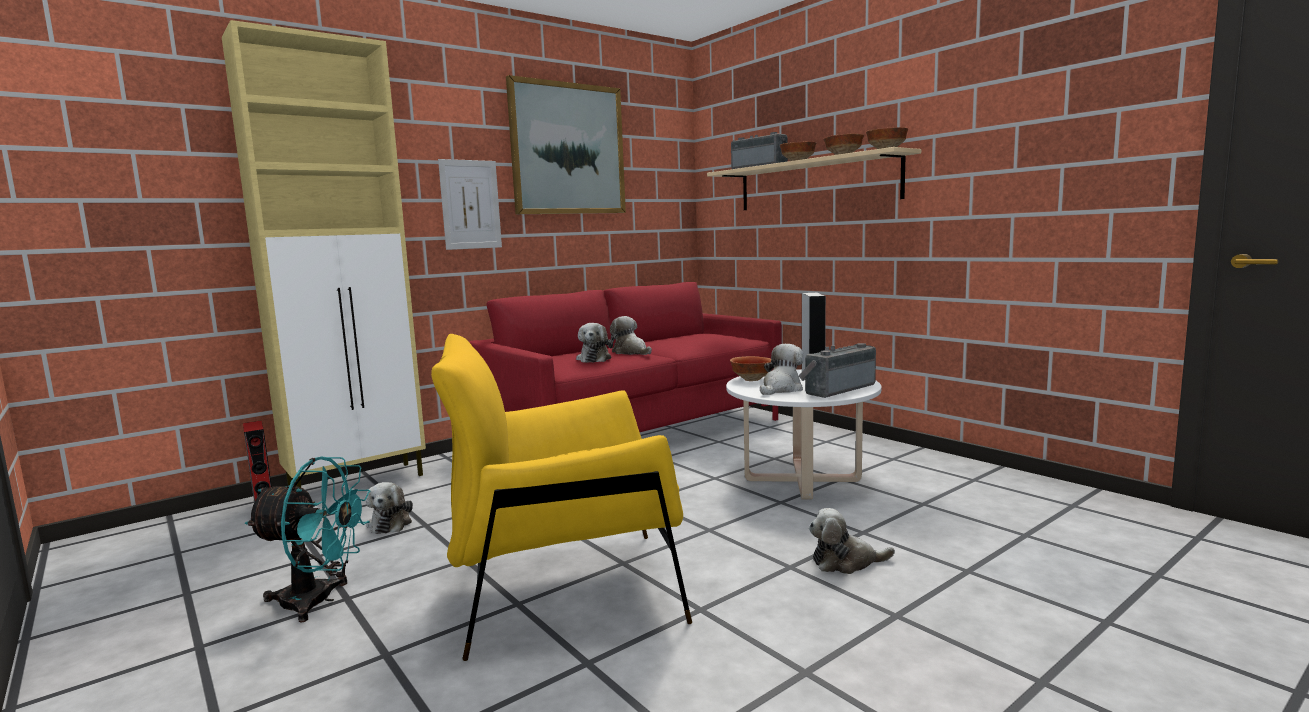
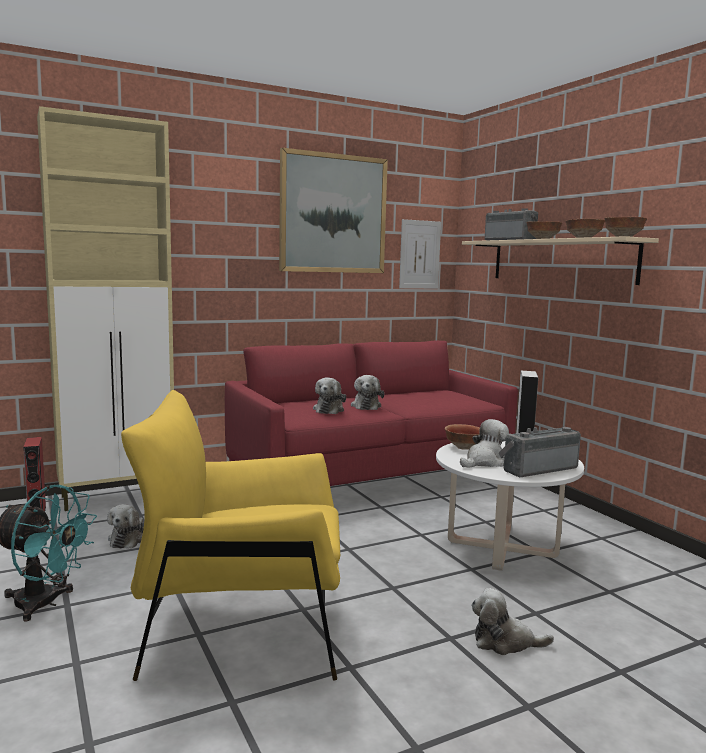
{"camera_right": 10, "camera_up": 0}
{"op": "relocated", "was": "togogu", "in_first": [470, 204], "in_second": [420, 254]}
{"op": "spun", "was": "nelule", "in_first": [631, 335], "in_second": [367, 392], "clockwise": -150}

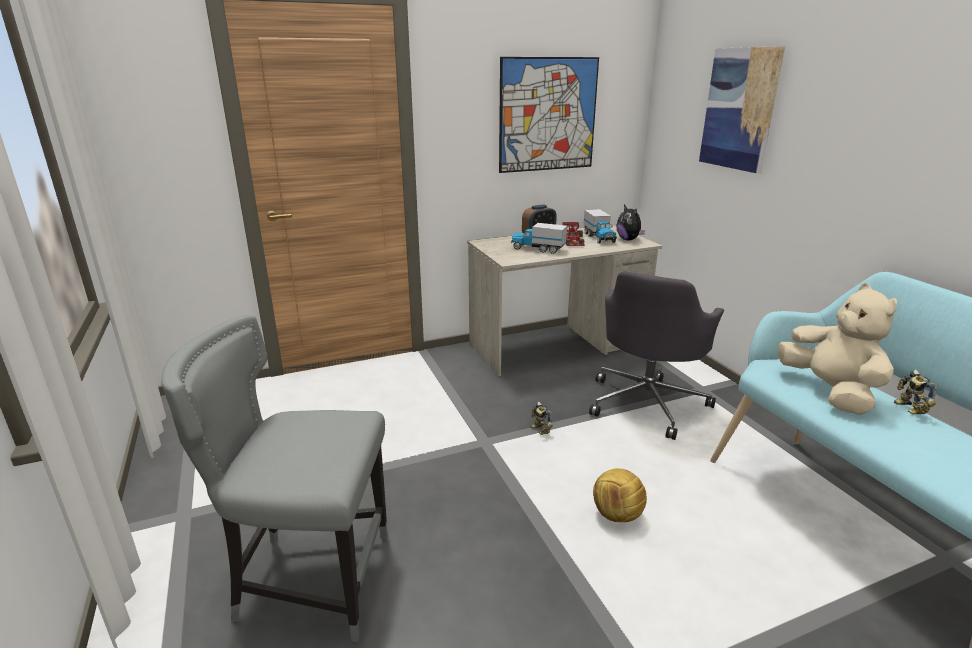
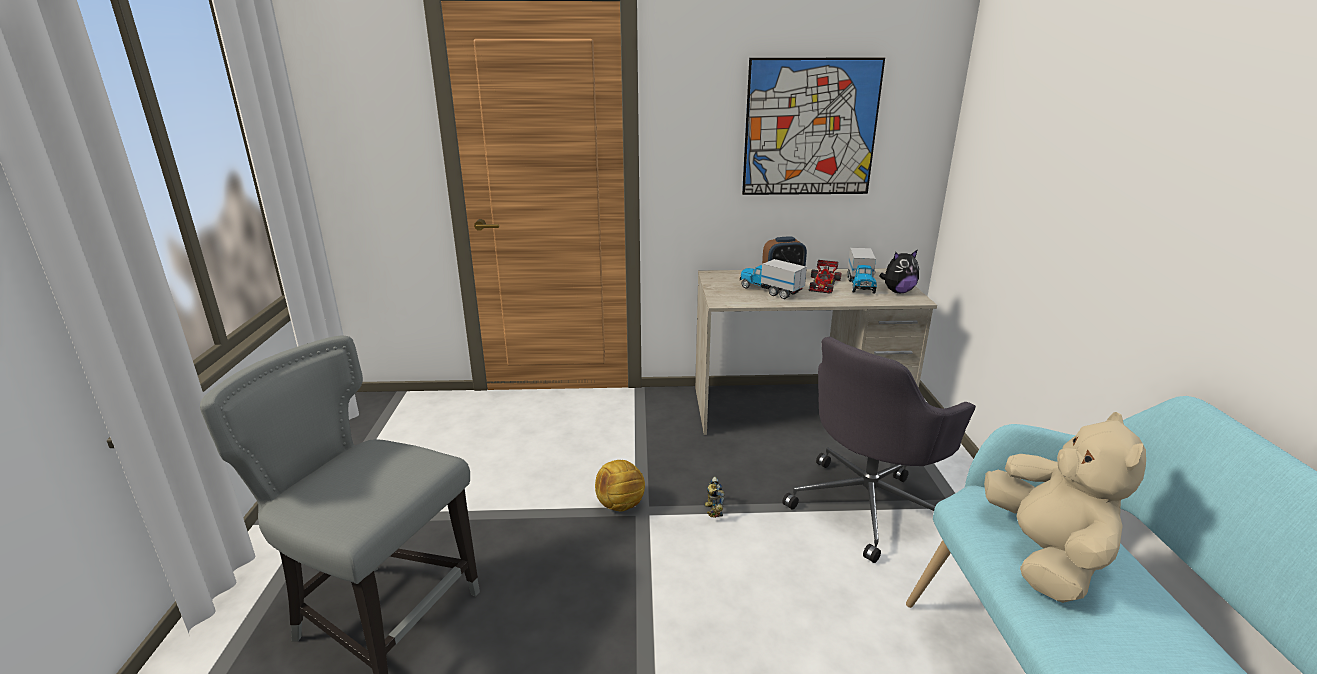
{"camera_right": 20, "camera_up": 0}
{"op": "relocated", "was": "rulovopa", "in_first": [620, 495], "in_second": [620, 486]}
{"op": "spun", "was": "nelule", "in_first": [630, 222], "in_second": [899, 271], "clockwise": -105}
{"op": "missing", "was": "togogu", "in_first": [742, 110]}
{"op": "missing", "was": "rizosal", "in_first": [916, 391]}

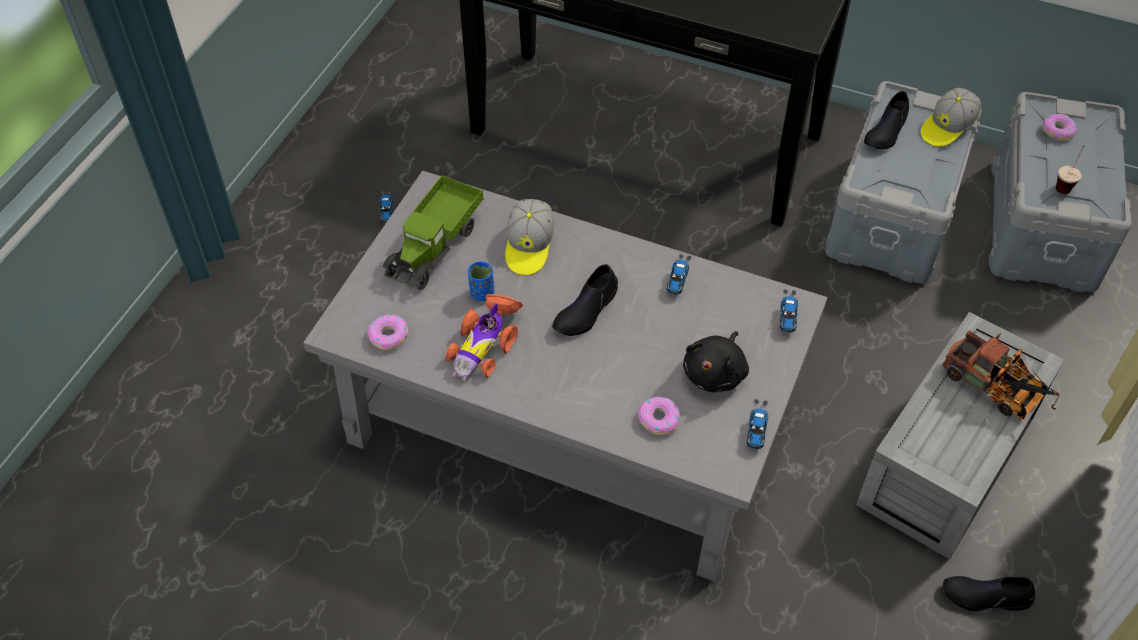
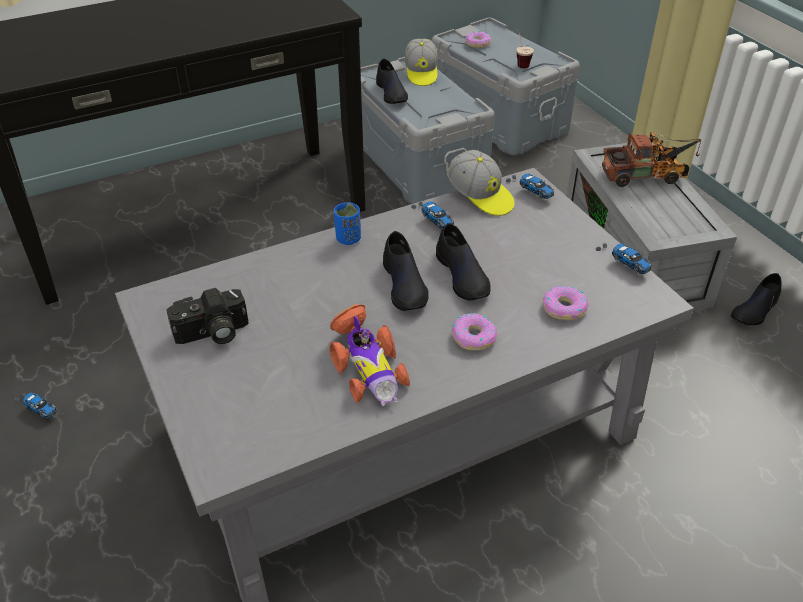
{"camera_right": -50, "camera_up": -10}
{"op": "relocated", "was": "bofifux", "in_first": [387, 332], "in_second": [474, 332]}
{"op": "exchanged", "was": "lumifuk", "now": "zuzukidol", "in_first": [433, 232], "in_second": [207, 316]}
{"op": "relocated", "was": "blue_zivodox", "in_first": [481, 281], "in_second": [347, 223]}
{"op": "relocated", "was": "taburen", "in_first": [530, 237], "in_second": [480, 183]}
{"op": "missing", "was": "black_nelule", "in_first": [716, 361]}
{"op": "appeared", "now": "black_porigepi", "in_second": [463, 261]}

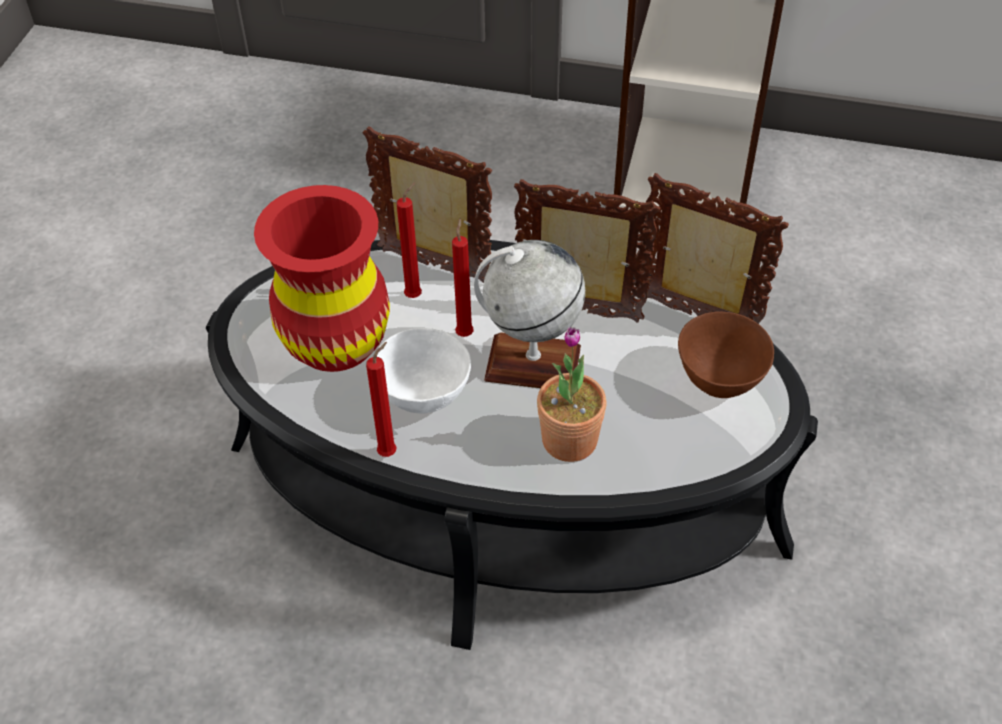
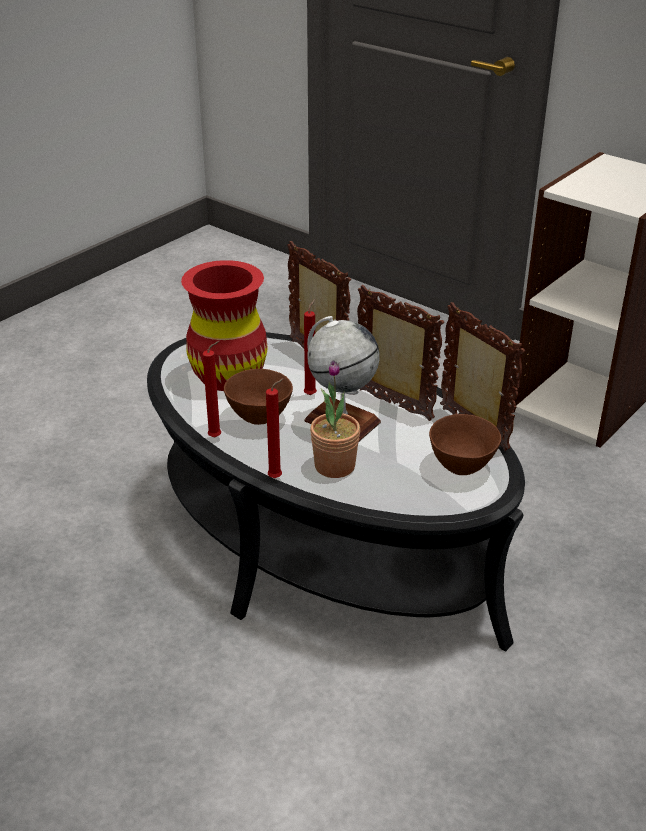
{"camera_right": 25, "camera_up": -15}
{"op": "colour", "was": "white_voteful", "now": "brown_voteful", "in_first": [424, 371], "in_second": [258, 397]}
{"op": "relocated", "was": "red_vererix", "in_first": [409, 240], "in_second": [275, 428]}

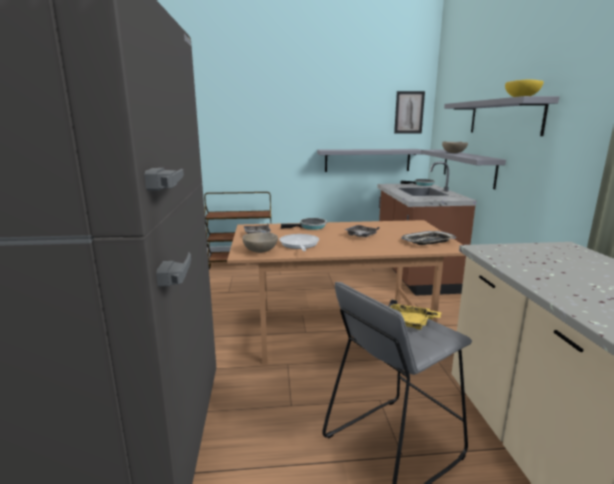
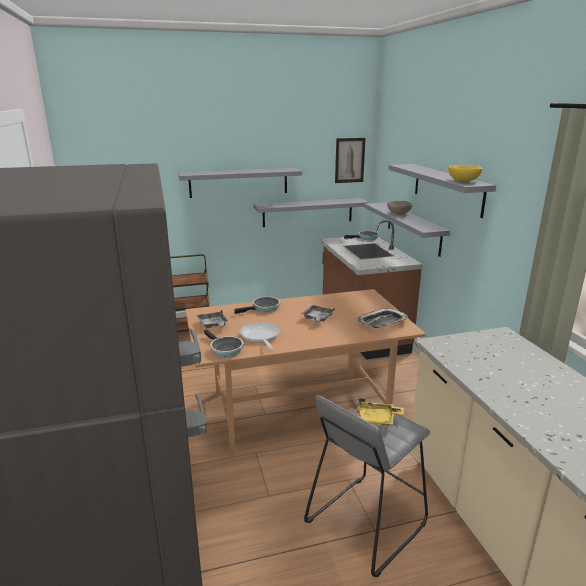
{"camera_right": -10, "camera_up": 5}
{"op": "exchanged", "was": "beige_voteful", "now": "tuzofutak", "in_first": [260, 242], "in_second": [224, 343]}
{"op": "appeared", "now": "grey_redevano", "in_second": [240, 183]}

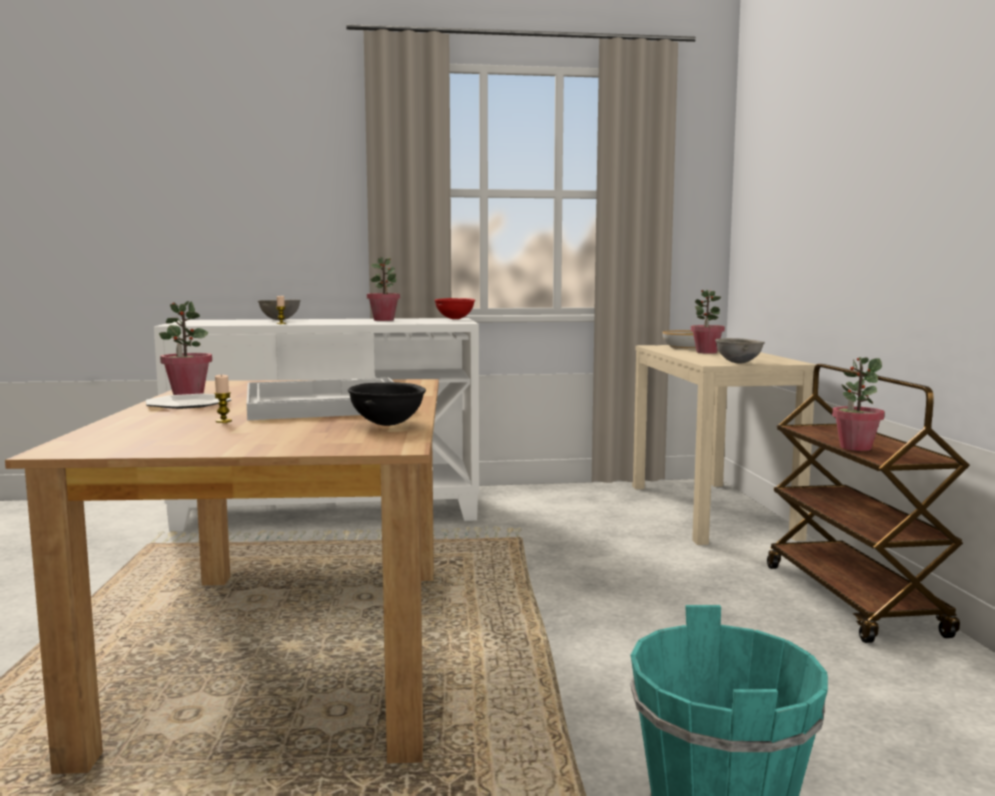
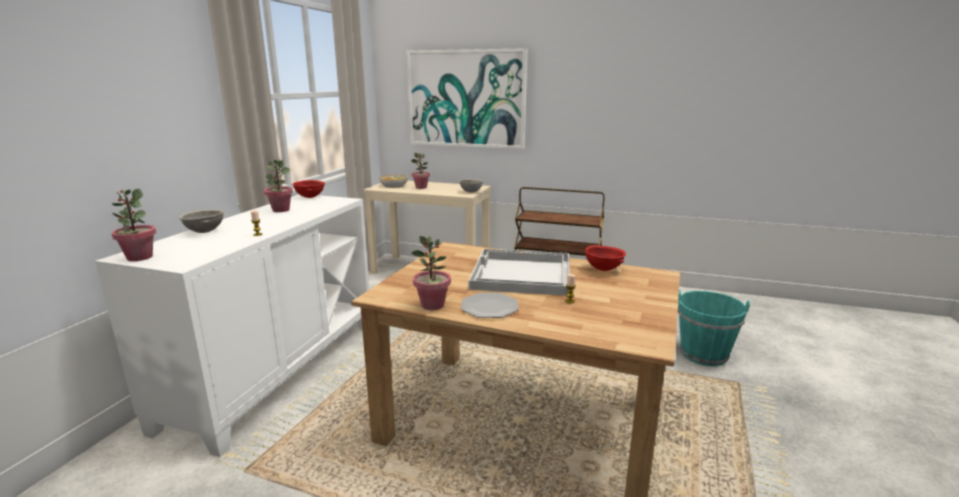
{"camera_right": -65, "camera_up": 10}
{"op": "colour", "was": "black_voteful", "now": "red_voteful", "in_first": [387, 404], "in_second": [605, 258]}
{"op": "relocated", "was": "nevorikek", "in_first": [858, 404], "in_second": [133, 225]}
{"op": "appeared", "now": "togogu", "in_second": [466, 98]}

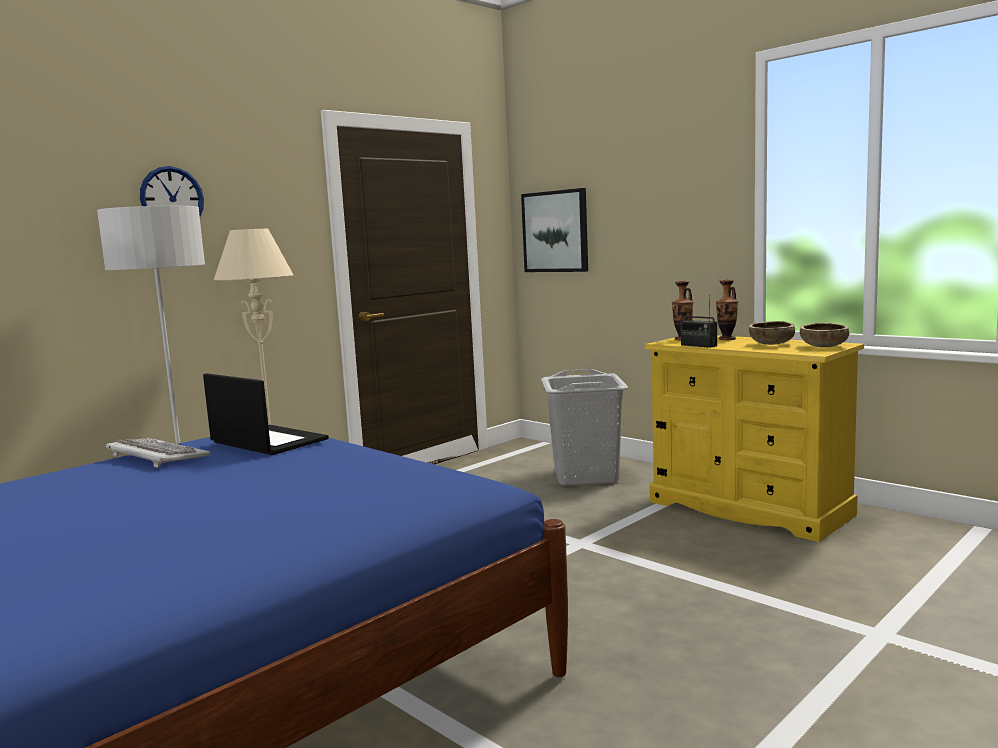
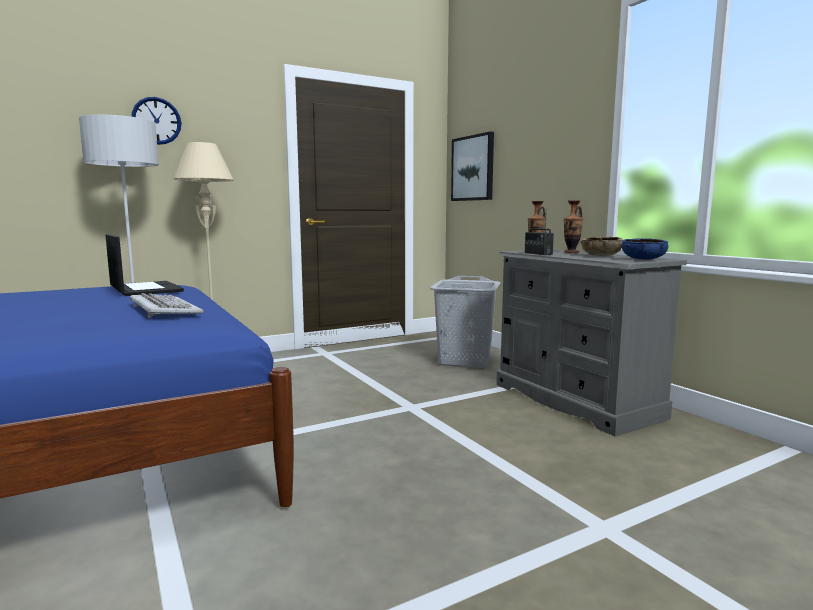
{"camera_right": 15, "camera_up": 0}
{"op": "relocated", "was": "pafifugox", "in_first": [158, 453], "in_second": [167, 305]}
{"op": "colour", "was": "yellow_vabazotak", "now": "grey_vabazotak", "in_first": [754, 438], "in_second": [591, 342]}
{"op": "colour", "was": "brown_voteful", "now": "blue_voteful", "in_first": [824, 335], "in_second": [645, 249]}

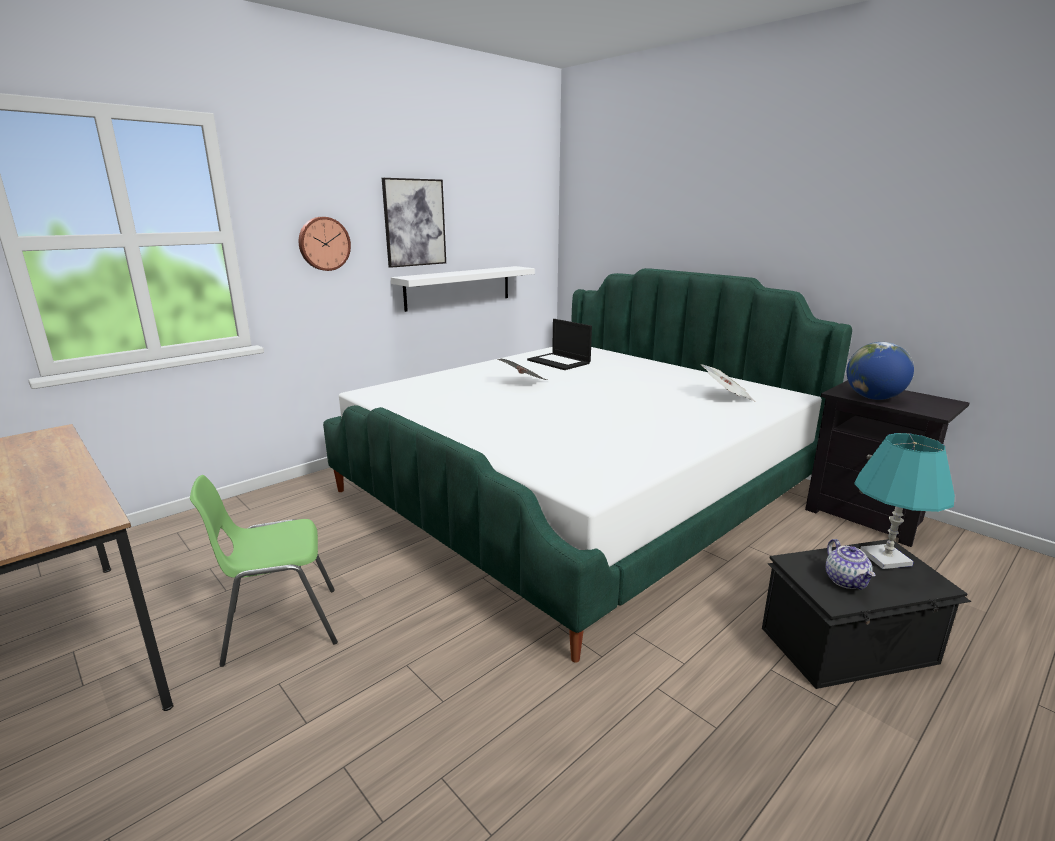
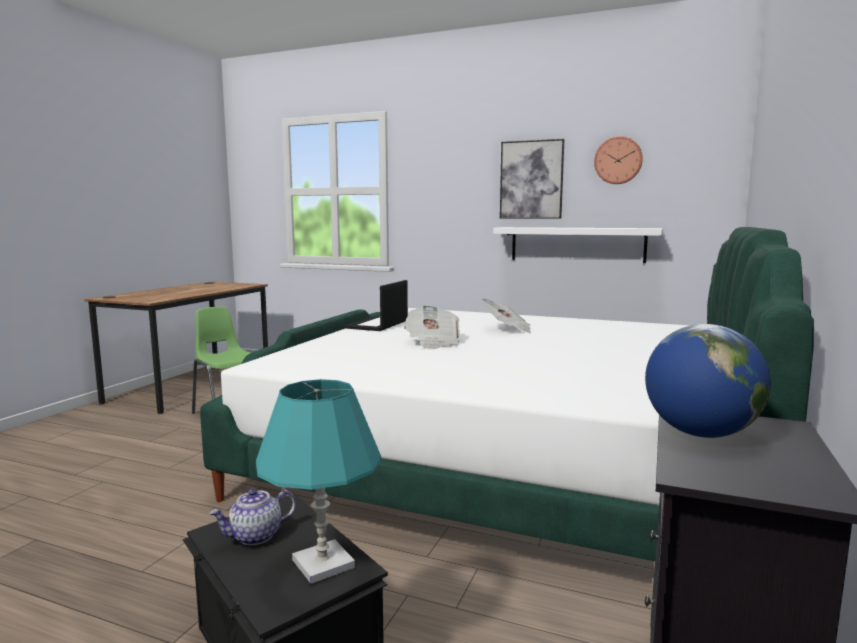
{"camera_right": 65, "camera_up": -10}
{"op": "relocated", "was": "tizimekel", "in_first": [325, 244], "in_second": [618, 160]}
{"op": "relocated", "was": "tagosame", "in_first": [559, 344], "in_second": [375, 305]}
{"op": "relocated", "was": "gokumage", "in_first": [728, 383], "in_second": [432, 327]}

